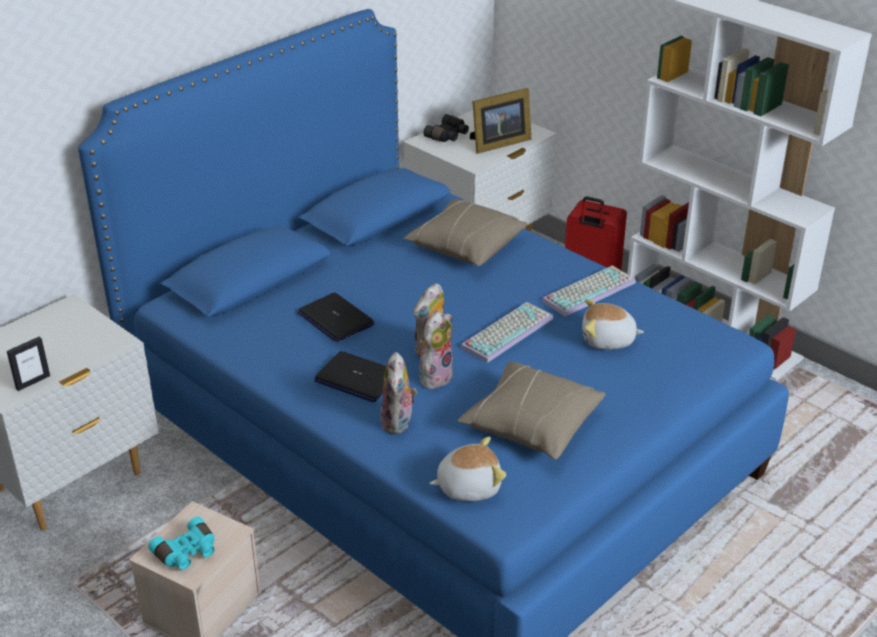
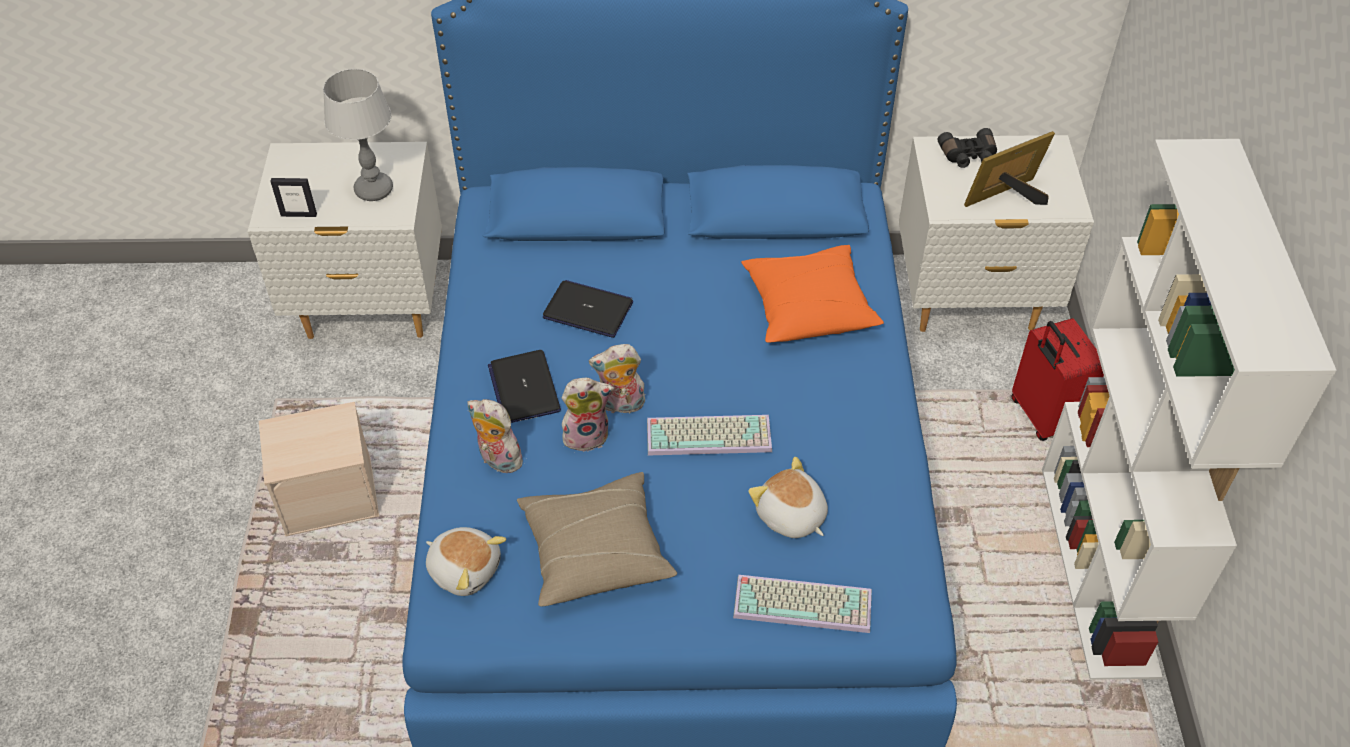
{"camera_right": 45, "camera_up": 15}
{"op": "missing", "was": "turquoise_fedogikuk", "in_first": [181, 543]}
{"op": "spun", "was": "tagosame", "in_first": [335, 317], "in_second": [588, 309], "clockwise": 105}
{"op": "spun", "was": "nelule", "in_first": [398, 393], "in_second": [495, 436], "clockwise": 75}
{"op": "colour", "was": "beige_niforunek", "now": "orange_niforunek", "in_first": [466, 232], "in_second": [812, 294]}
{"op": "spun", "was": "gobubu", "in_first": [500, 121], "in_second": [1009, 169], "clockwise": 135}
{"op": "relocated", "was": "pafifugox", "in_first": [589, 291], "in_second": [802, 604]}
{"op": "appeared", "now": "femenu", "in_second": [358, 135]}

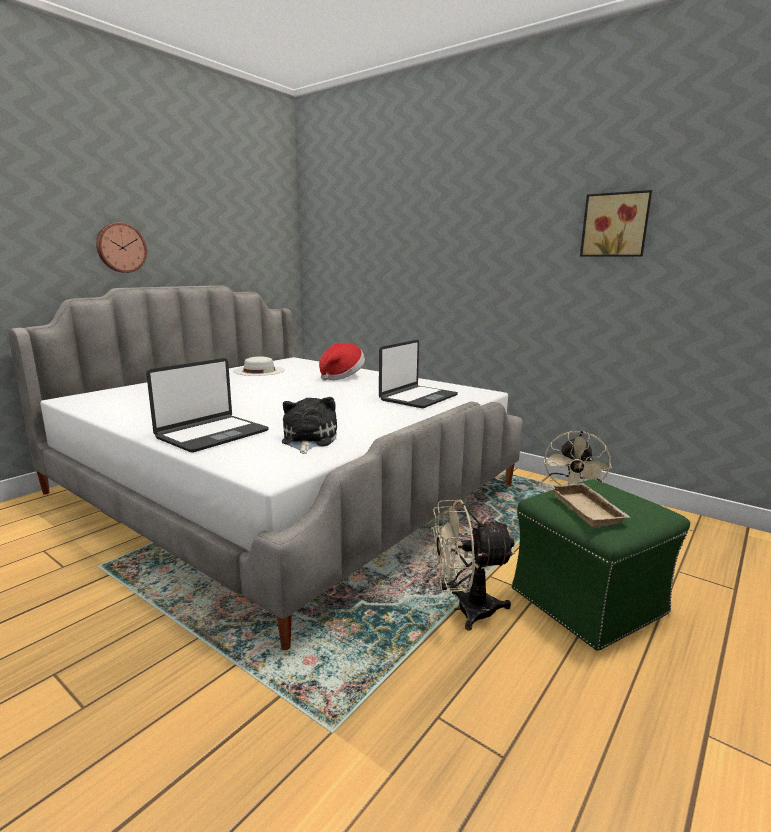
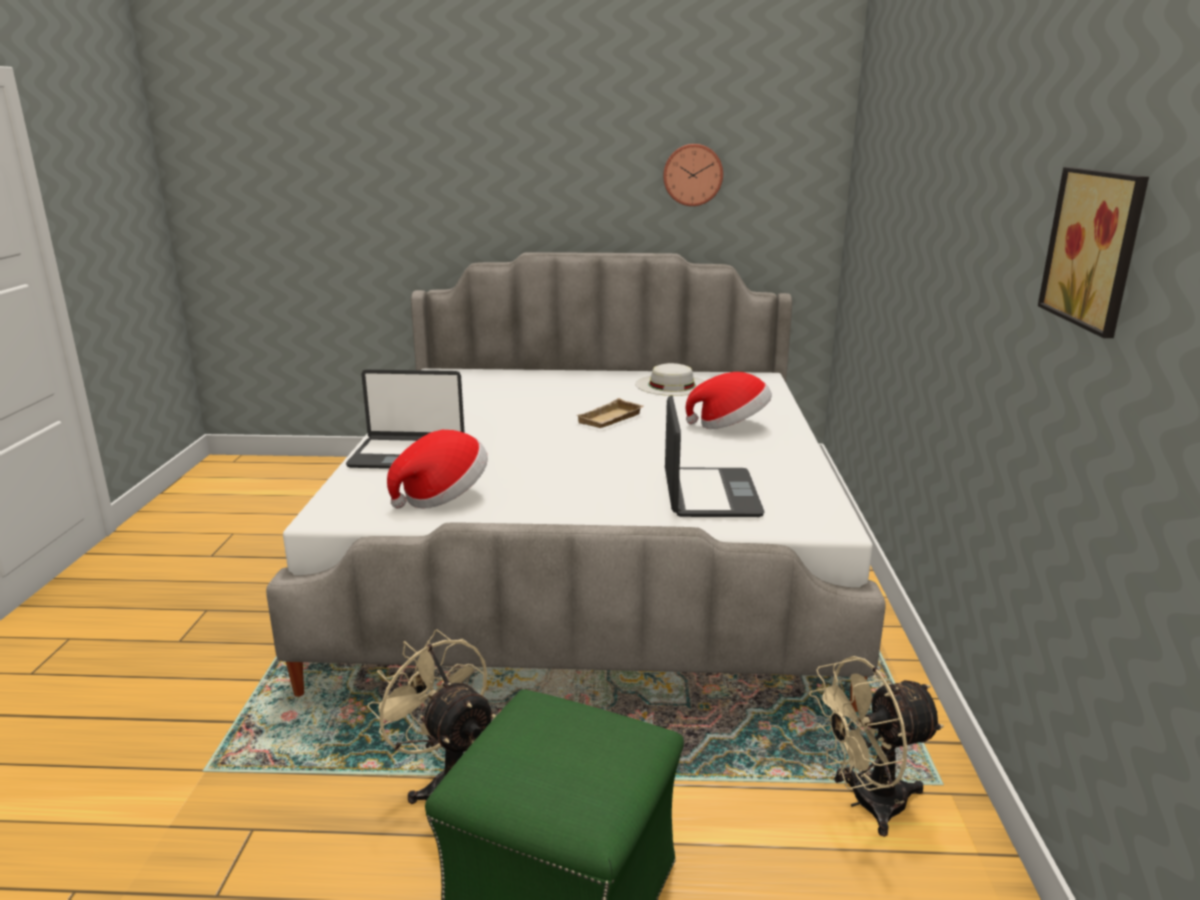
{"camera_right": 55, "camera_up": 5}
{"op": "relocated", "was": "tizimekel", "in_first": [121, 248], "in_second": [693, 175]}
{"op": "exchanged", "was": "nelule", "now": "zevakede", "in_first": [309, 425], "in_second": [437, 469]}
{"op": "spun", "was": "tagosame", "in_first": [418, 374], "in_second": [714, 456], "clockwise": -90}
{"op": "relocated", "was": "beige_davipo", "in_first": [590, 505], "in_second": [610, 413]}

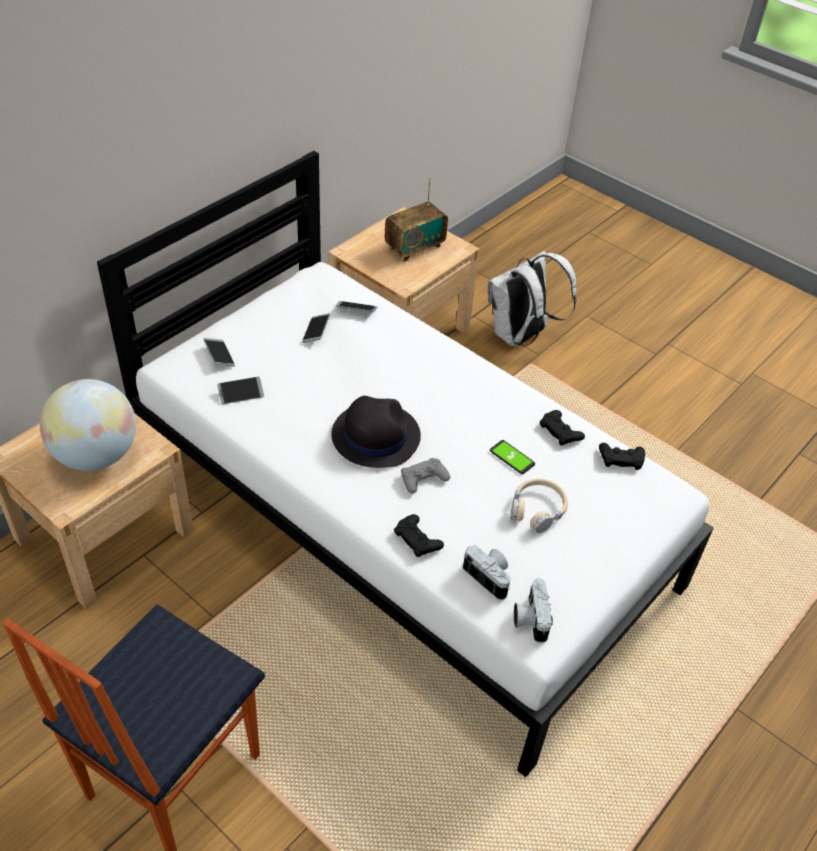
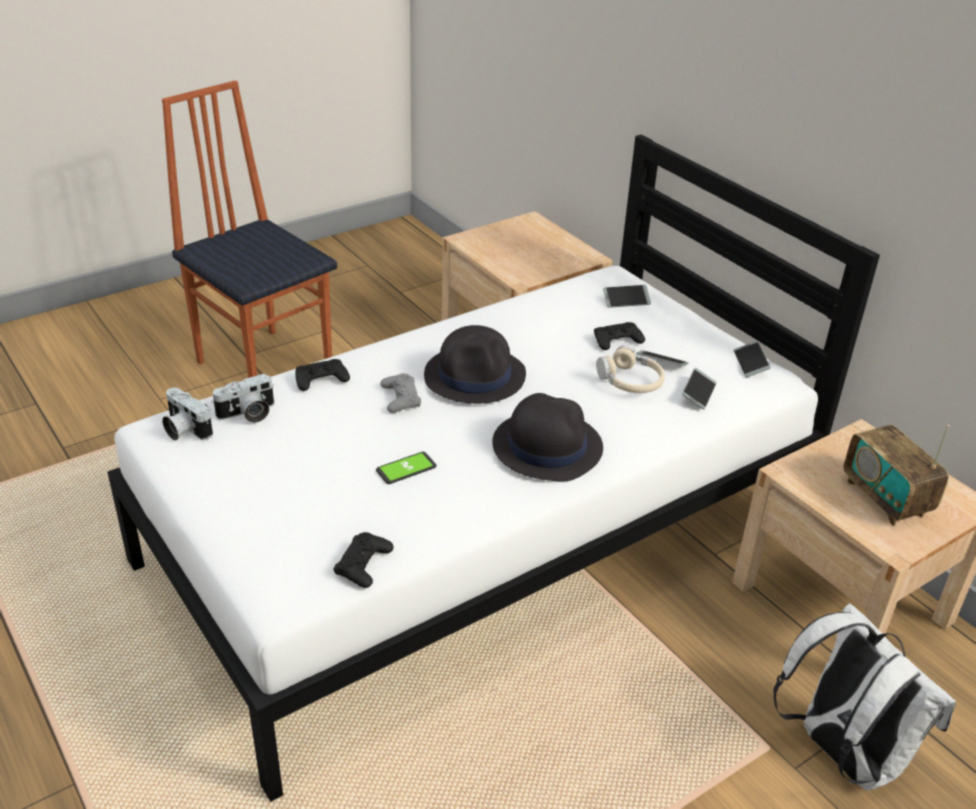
{"camera_right": 105, "camera_up": -10}
{"op": "missing", "was": "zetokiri", "in_first": [88, 425]}
{"op": "relocated", "was": "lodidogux", "in_first": [240, 390], "in_second": [752, 359]}
{"op": "relocated", "was": "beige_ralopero", "in_first": [539, 506], "in_second": [630, 369]}
{"op": "spun", "was": "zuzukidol", "in_first": [533, 610], "in_second": [187, 414], "clockwise": -150}
{"op": "relocated", "was": "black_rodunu", "in_first": [562, 428], "in_second": [619, 336]}
{"op": "appeared", "now": "black_zevakede", "in_second": [547, 437]}

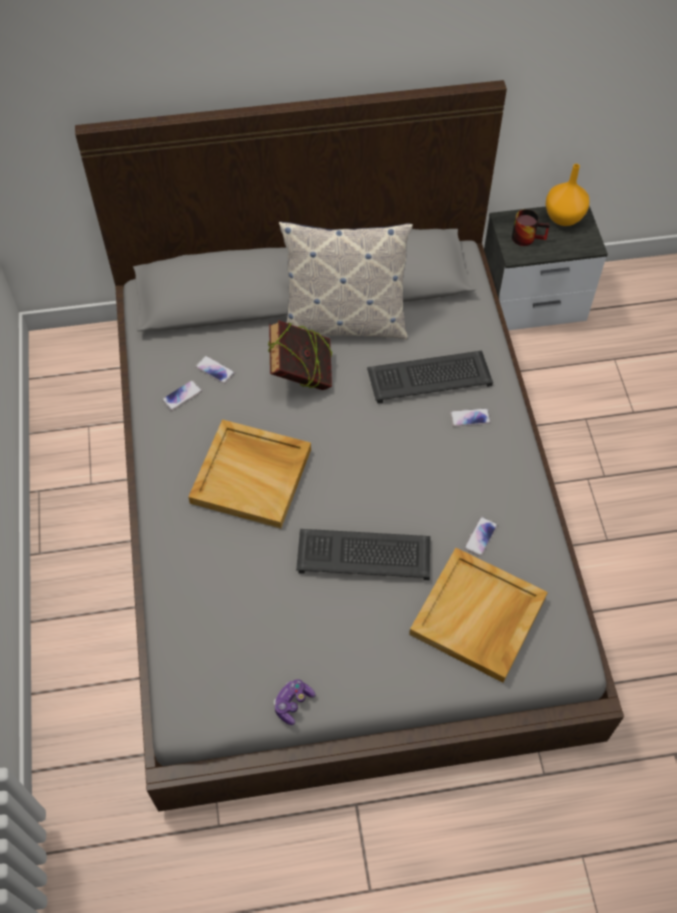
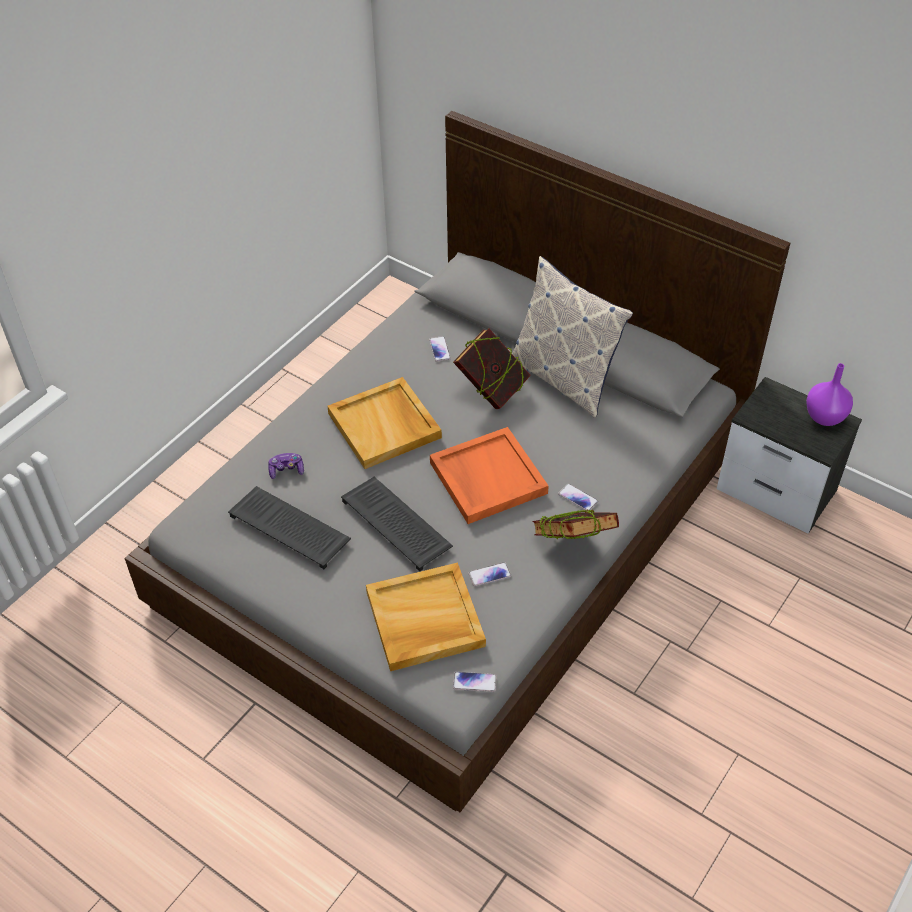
{"camera_right": 45, "camera_up": -10}
{"op": "relocated", "was": "lodidogux", "in_first": [182, 395], "in_second": [475, 682]}
{"op": "relocated", "was": "rodunu", "in_first": [295, 702], "in_second": [286, 466]}
{"op": "relocated", "was": "pafifugox", "in_first": [430, 377], "in_second": [289, 527]}
{"op": "missing", "was": "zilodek", "in_first": [531, 227]}
{"op": "colour", "was": "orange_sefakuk", "now": "purple_sefakuk", "in_first": [567, 195], "in_second": [829, 394]}
{"op": "appeared", "now": "orange_davipo", "in_second": [489, 475]}
{"op": "appeared", "now": "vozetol", "in_second": [575, 524]}

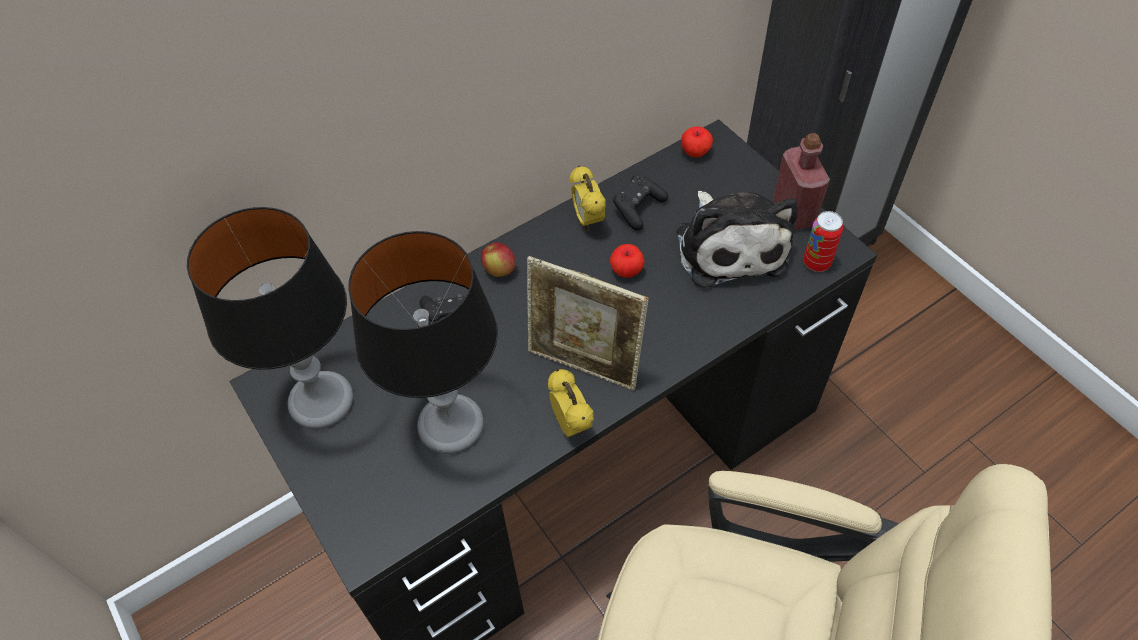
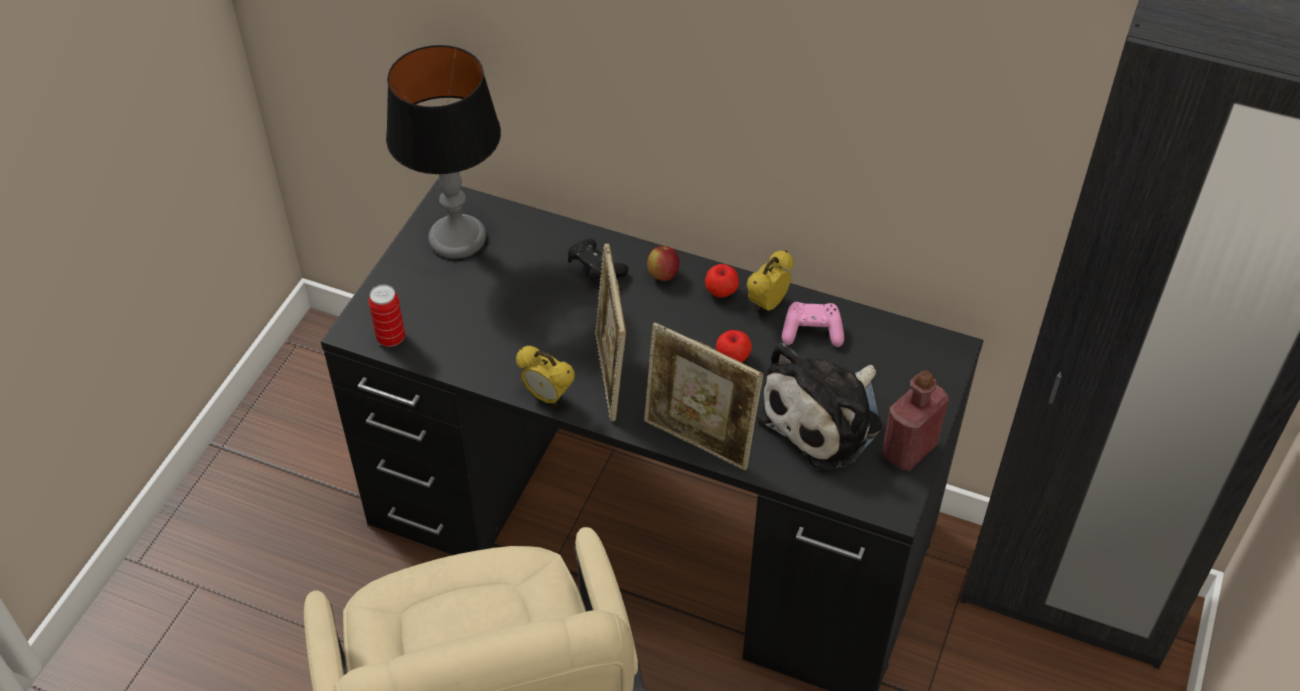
{"camera_right": 55, "camera_up": -5}
{"op": "missing", "was": "femenu", "in_first": [423, 342]}
{"op": "spun", "was": "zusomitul", "in_first": [571, 403], "in_second": [545, 376], "clockwise": 90}
{"op": "colour", "was": "black_rodunu", "now": "pink_rodunu", "in_first": [640, 202], "in_second": [813, 324]}
{"op": "relocated", "was": "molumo", "in_first": [697, 142], "in_second": [722, 281]}
{"op": "relocated", "was": "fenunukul", "in_first": [823, 241], "in_second": [387, 316]}
{"op": "appeared", "now": "gobubu", "in_second": [703, 396]}

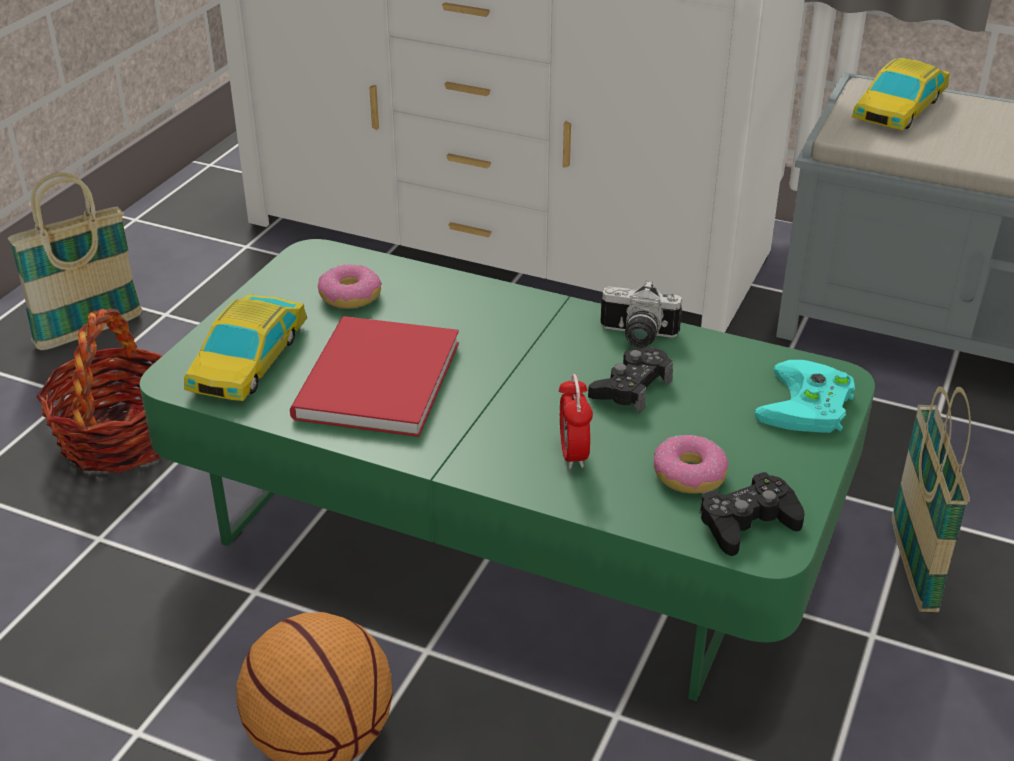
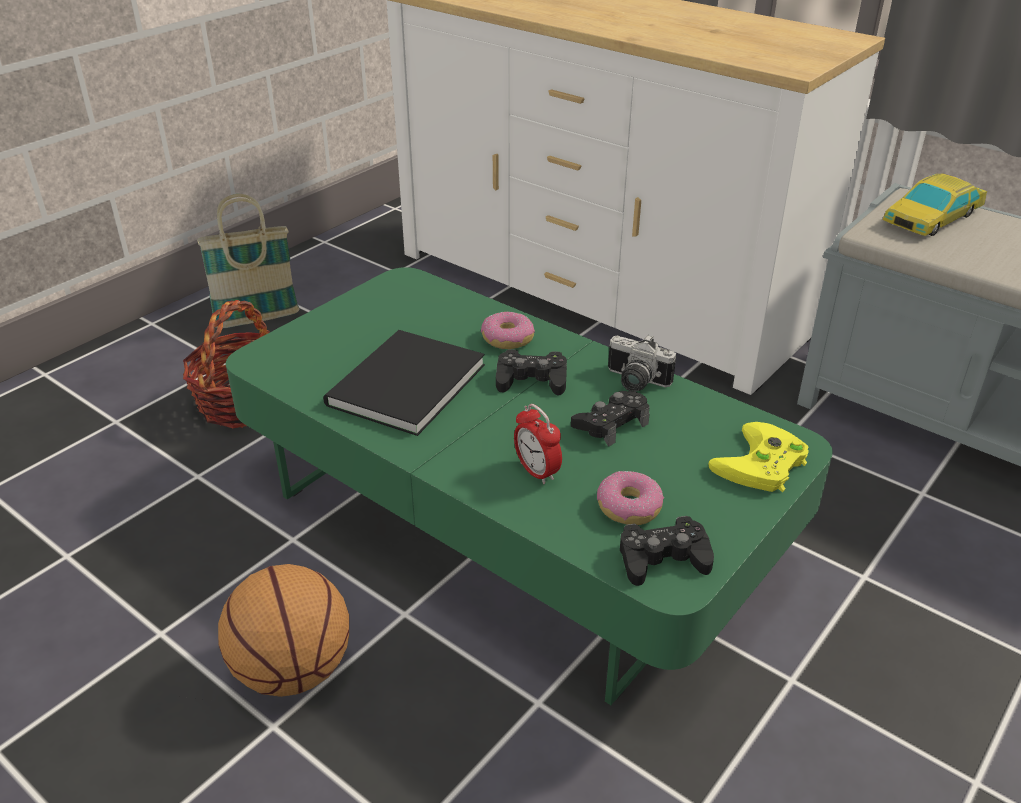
{"camera_right": 15, "camera_up": 0}
{"op": "missing", "was": "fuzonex", "in_first": [245, 347]}
{"op": "colour", "was": "red_vozetol", "now": "black_vozetol", "in_first": [374, 376], "in_second": [404, 383]}
{"op": "relocated", "was": "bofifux", "in_first": [350, 286], "in_second": [508, 330]}
{"op": "spun", "was": "zusomitul", "in_first": [576, 421], "in_second": [538, 444], "clockwise": -45}
{"op": "colour", "was": "turquoise_rodunu", "now": "yellow_rodunu", "in_first": [805, 396], "in_second": [758, 457]}
{"op": "missing", "was": "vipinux", "in_first": [931, 499]}
{"op": "appeared", "now": "black_rodunu", "in_second": [531, 372]}

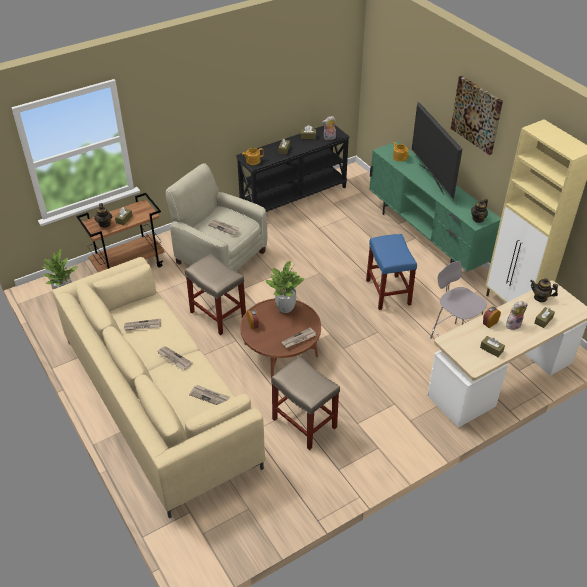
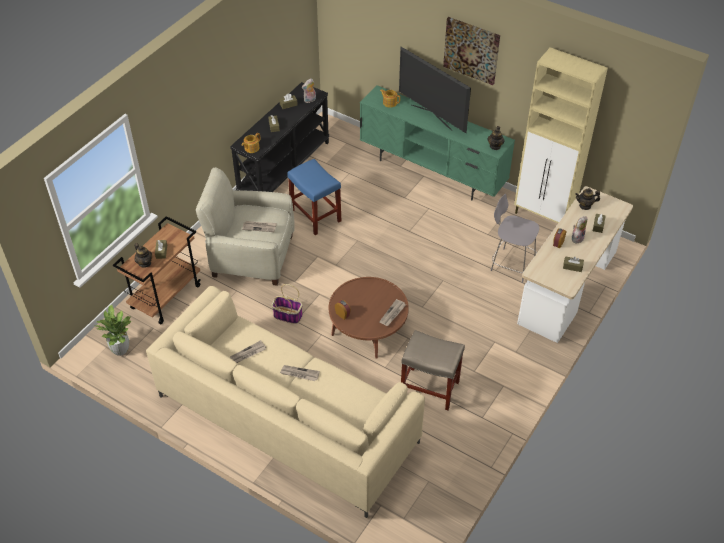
{"camera_right": -25, "camera_up": 5}
{"op": "exchanged", "was": "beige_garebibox", "now": "vipinux", "in_first": [215, 294], "in_second": [287, 304]}
{"op": "missing", "was": "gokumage", "in_first": [209, 395]}
{"op": "missing", "was": "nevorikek", "in_first": [284, 287]}
{"op": "relocated", "was": "blue_garebibox", "in_first": [391, 272], "in_second": [314, 197]}

